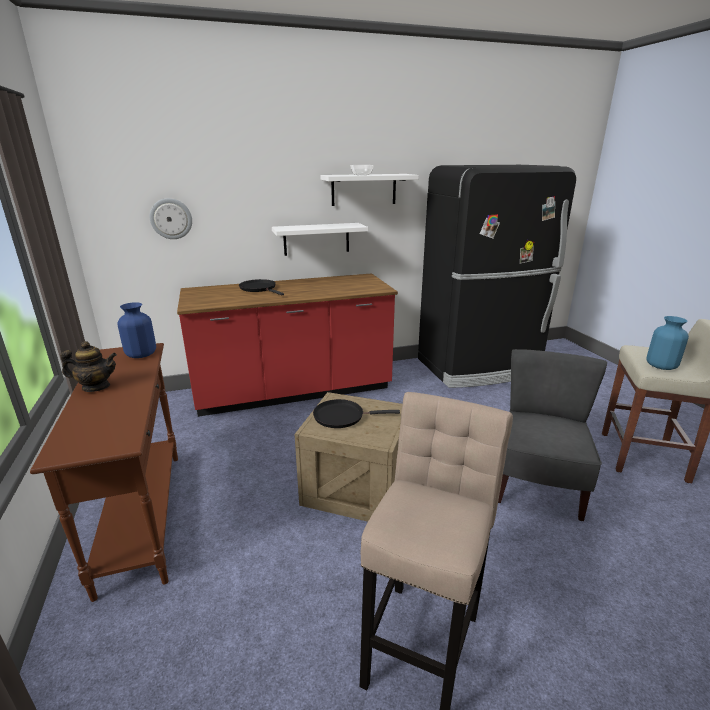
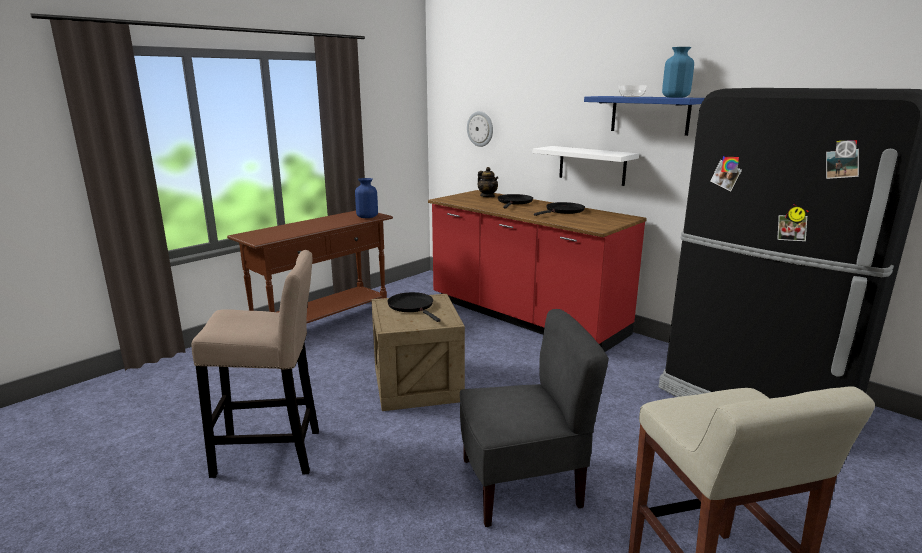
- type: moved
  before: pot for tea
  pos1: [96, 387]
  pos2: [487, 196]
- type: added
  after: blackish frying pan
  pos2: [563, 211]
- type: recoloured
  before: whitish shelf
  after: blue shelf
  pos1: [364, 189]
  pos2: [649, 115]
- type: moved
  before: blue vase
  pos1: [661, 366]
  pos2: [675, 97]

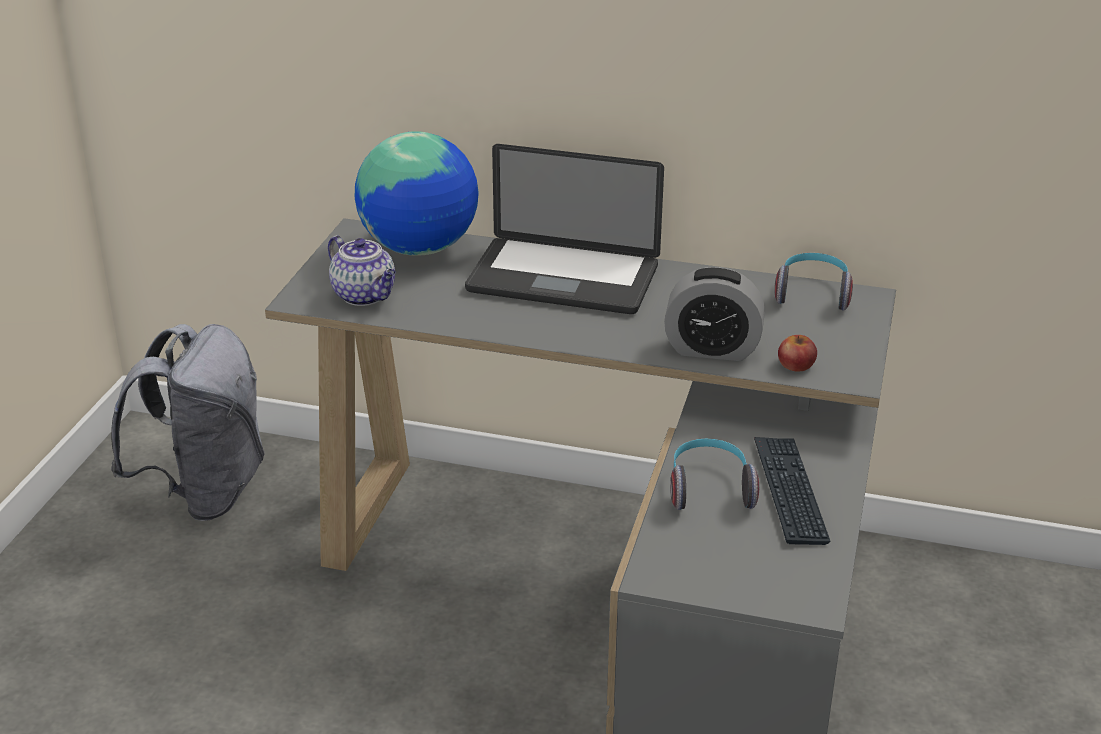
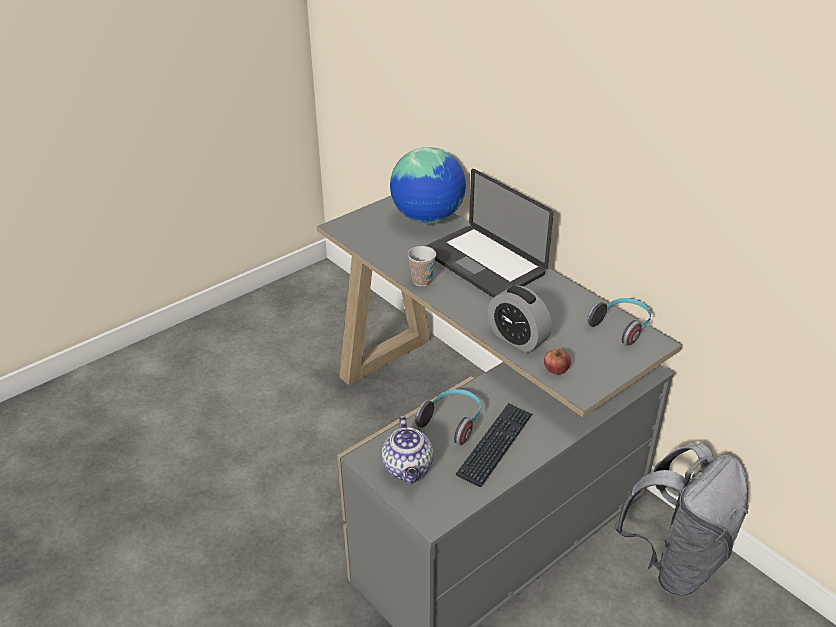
- type: moved
  before: pot for tea
  pos1: [365, 296]
  pos2: [408, 469]
- type: added
  after: cup
  pos2: [422, 281]
- type: moved
  before: grey rucksack
  pos1: [205, 492]
  pos2: [675, 561]

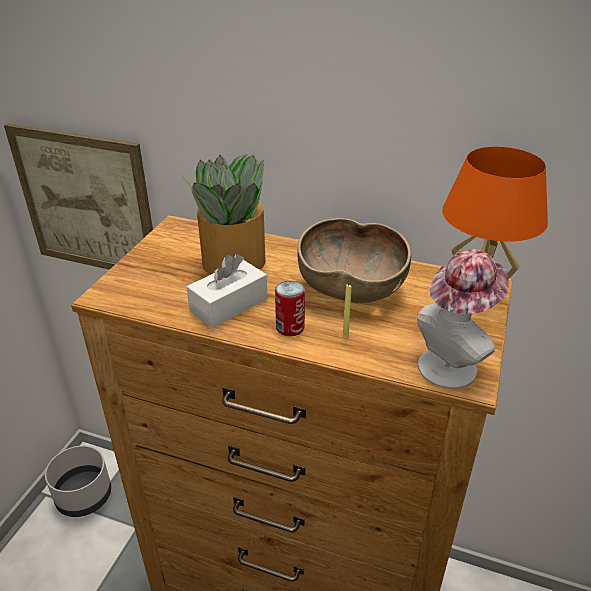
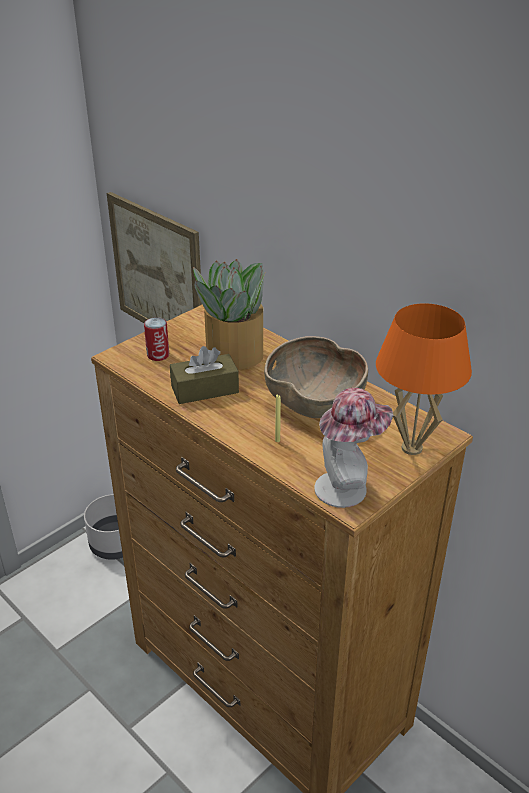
- type: moved
  before: can
  pos1: [290, 327]
  pos2: [158, 355]
- type: recoloured
  before: whitish box of tissues
  after: brownish box of tissues
  pos1: [229, 305]
  pos2: [205, 389]

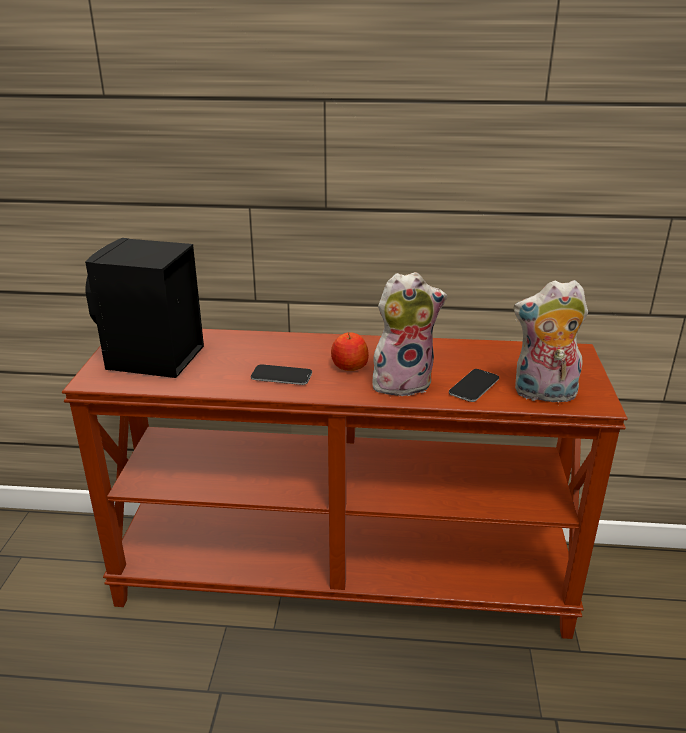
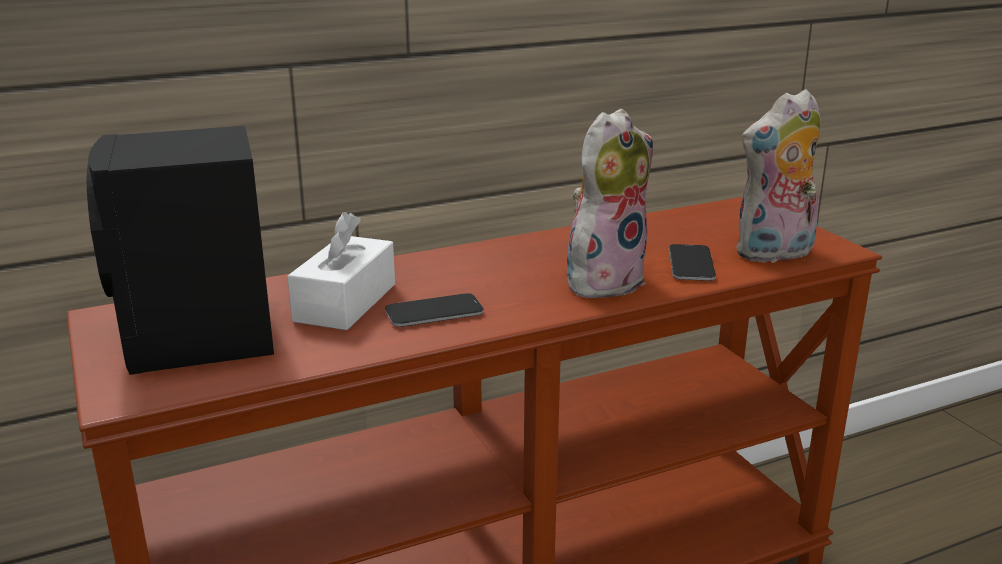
- type: added
  after: whitish box of tissues
  pos2: [345, 302]
- type: removed
  before: apple fruit
  pos1: [349, 366]

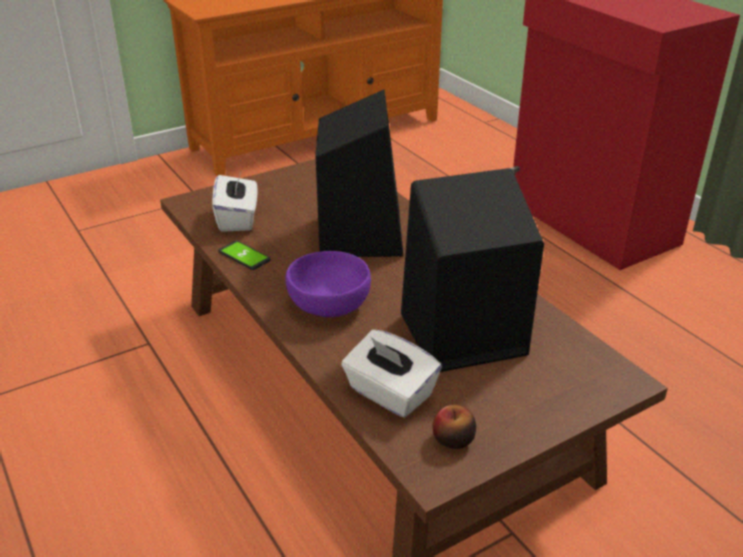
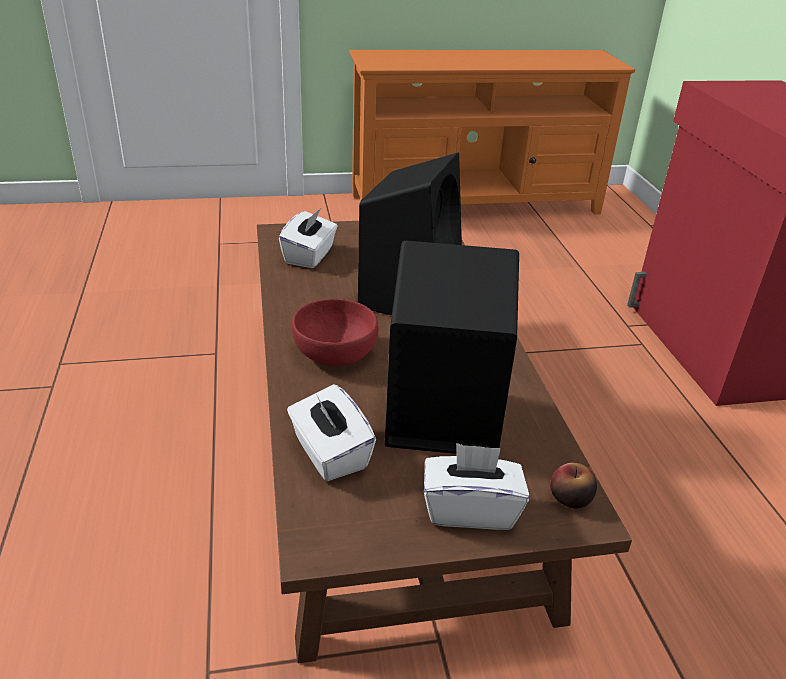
- type: recoloured
  before: purple deep dish
  after: reddish deep dish
  pos1: [329, 304]
  pos2: [335, 353]
- type: added
  after: whitish box of tissues
  pos2: [470, 509]
- type: moved
  before: apple fruit
  pos1: [453, 439]
  pos2: [570, 498]
- type: removed
  before: handset
  pos1: [244, 256]

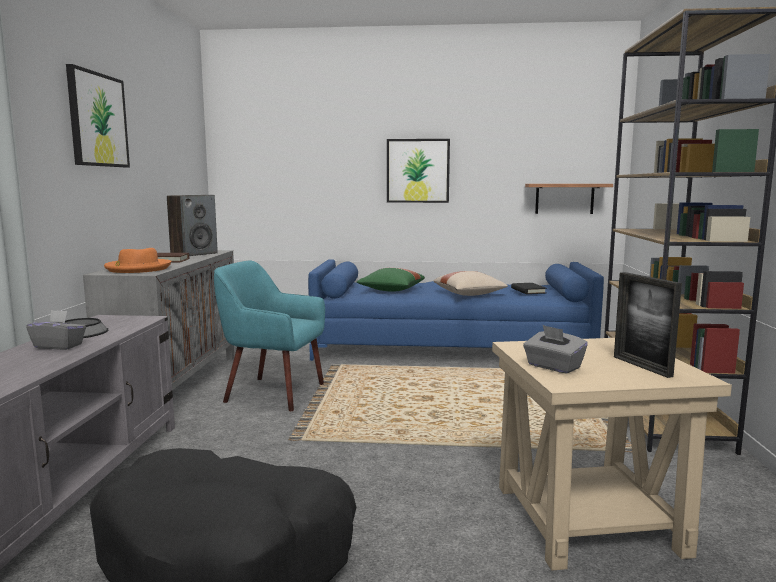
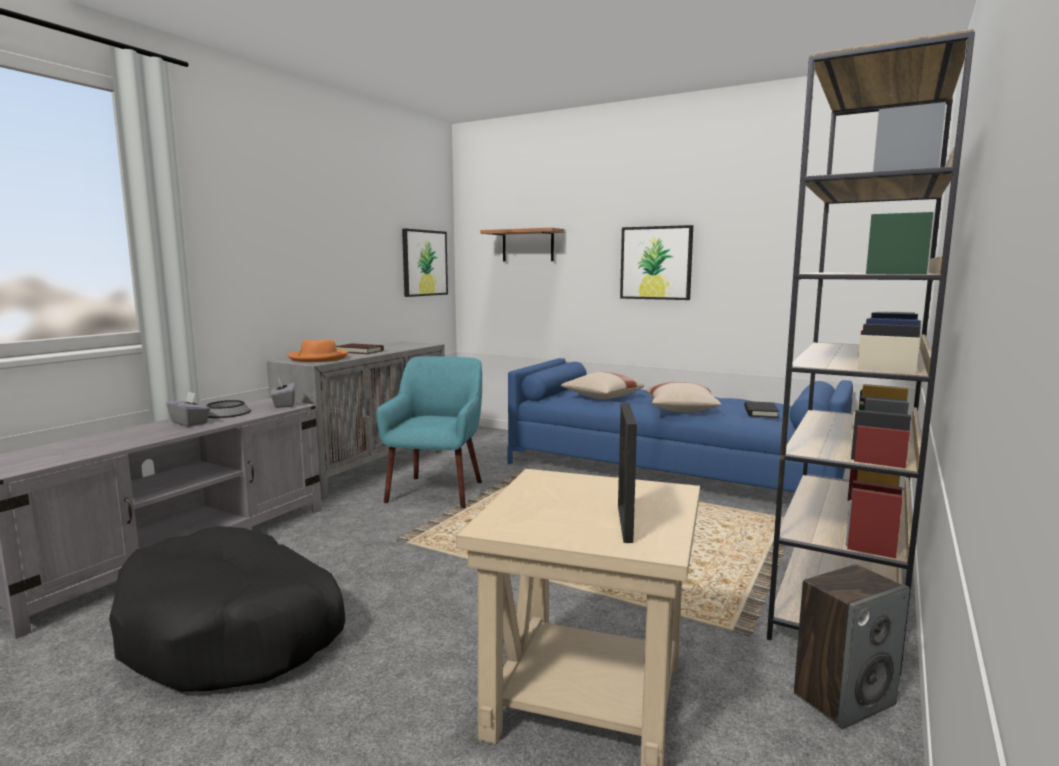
- type: moved
  before: grey box of tissues
  pos1: [553, 367]
  pos2: [283, 405]
- type: turned
  before: turquoise armchair
  pos1: [273, 393]
  pos2: [437, 491]
  turn: 60
- type: moved
  before: picture
  pos1: [97, 120]
  pos2: [424, 263]
- type: moved
  before: shelf
  pos1: [564, 198]
  pos2: [528, 245]
- type: recoloured
  before: greenish throw pillow
  after: sand-coloured throw pillow
  pos1: [391, 291]
  pos2: [601, 398]
- type: moved
  before: audio speaker
  pos1: [194, 254]
  pos2: [844, 698]

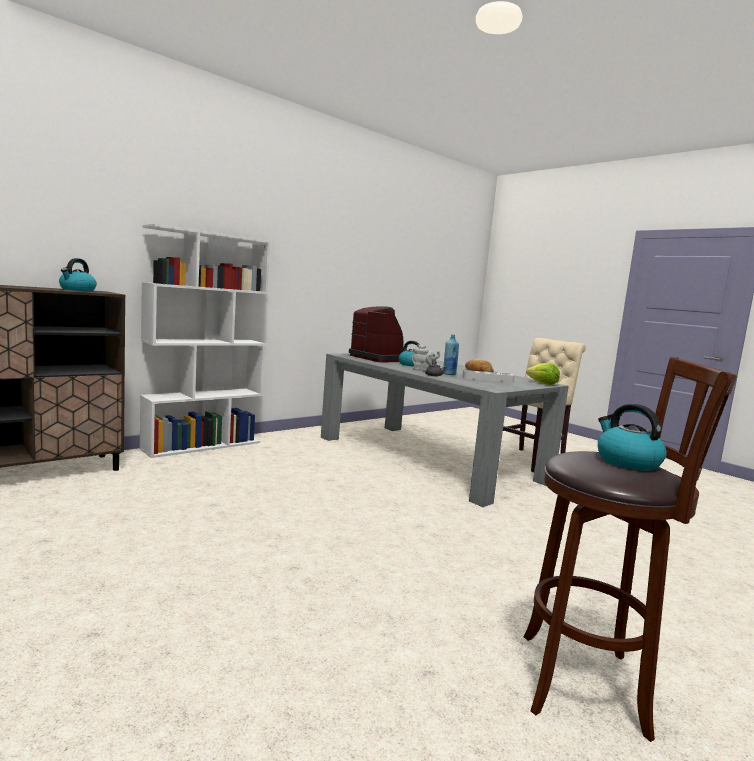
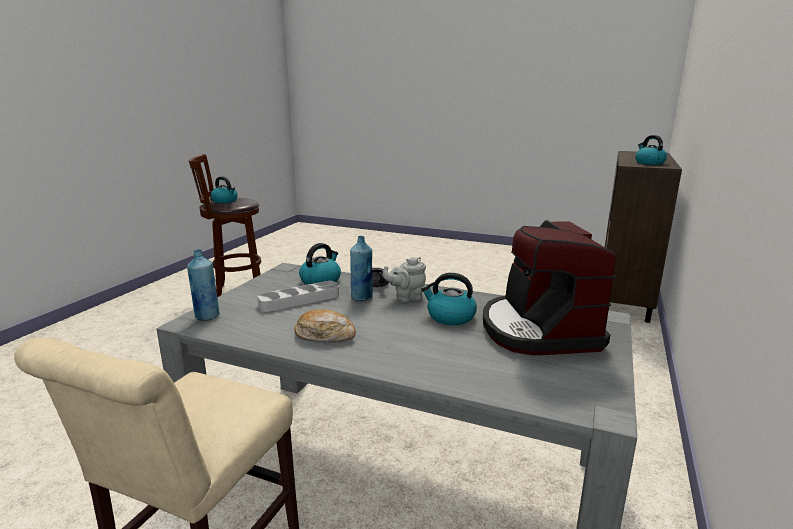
- type: replaced
  before: lettuce head
  after: blue beverage bottle
  pos1: [542, 383]
  pos2: [207, 316]
- type: added
  after: tea kettle
  pos2: [321, 281]
- type: turned
  before: coffee machine
  pos1: [379, 358]
  pos2: [539, 330]
  turn: 60
- type: removed
  before: whitish bookshelf
  pos1: [203, 445]

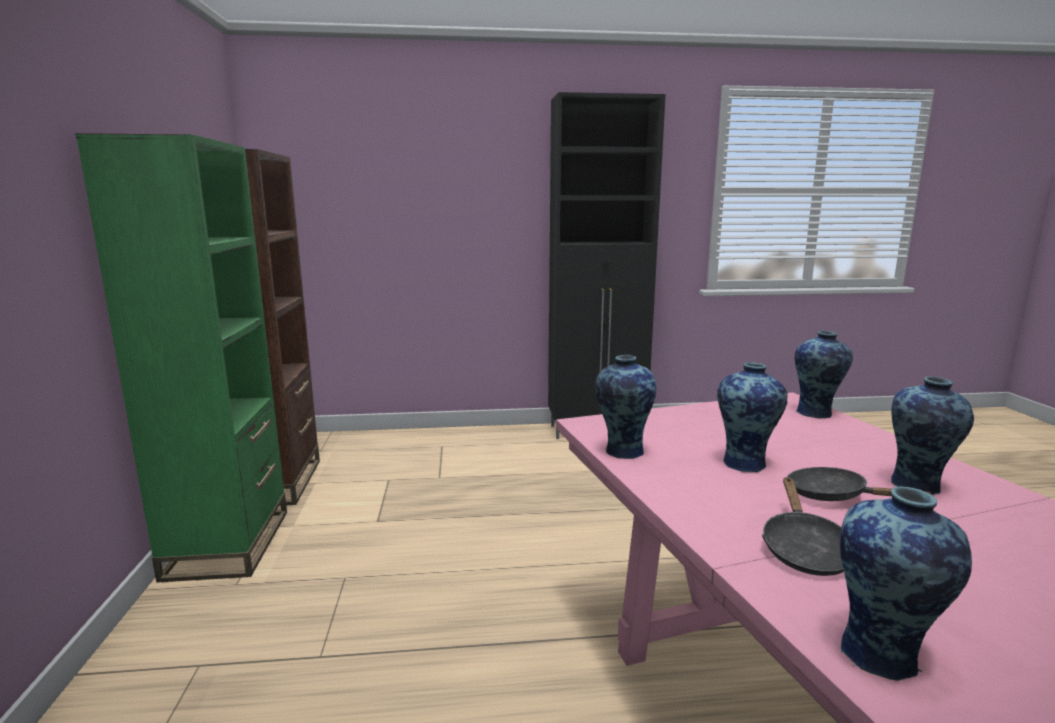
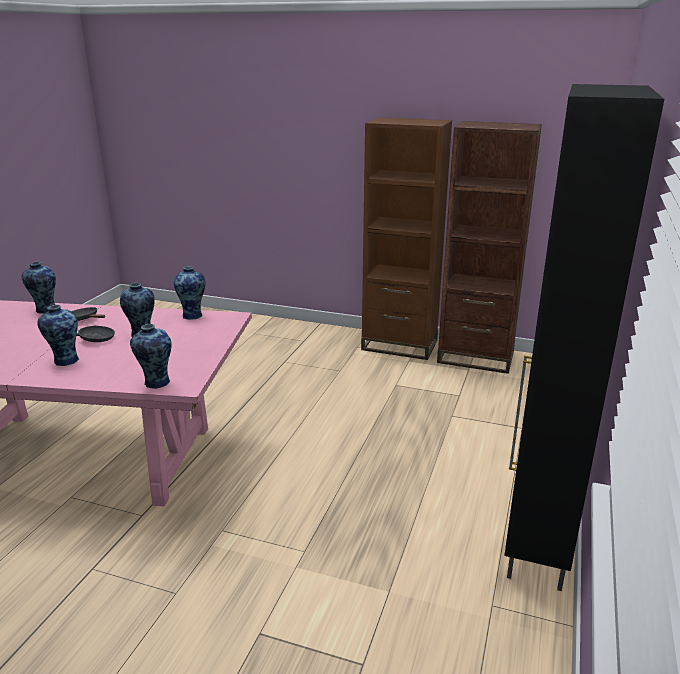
- type: recoloured
  before: greenish bookshelf
  after: brownish bookshelf
  pos1: [229, 544]
  pos2: [399, 345]

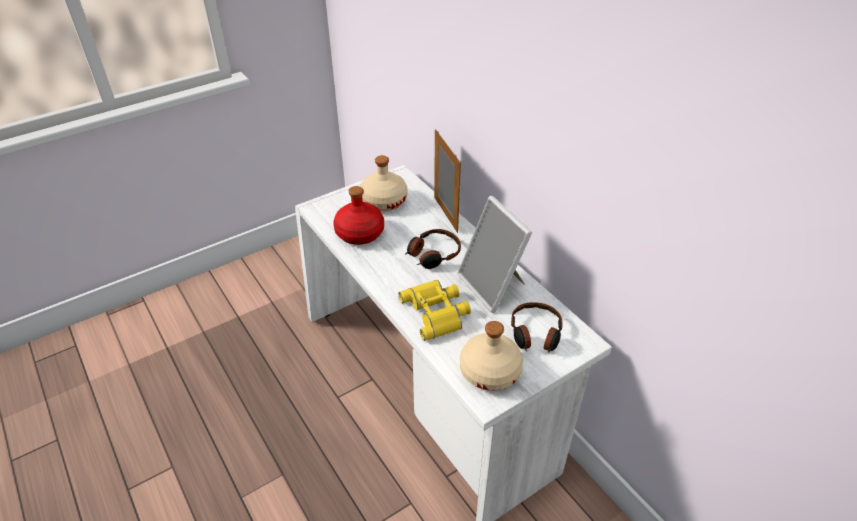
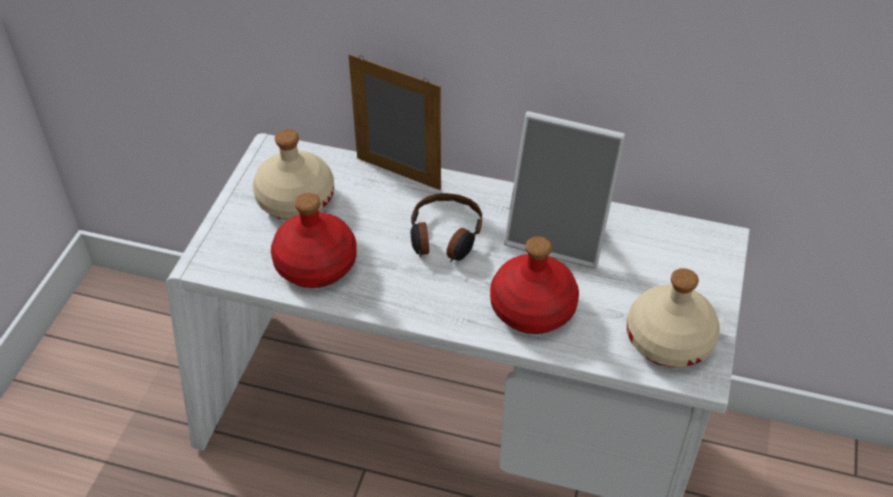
- type: replaced
  before: yellowish field glasses
  after: reddish beverage bottle
  pos1: [437, 312]
  pos2: [533, 308]
- type: removed
  before: headphones
  pos1: [535, 334]

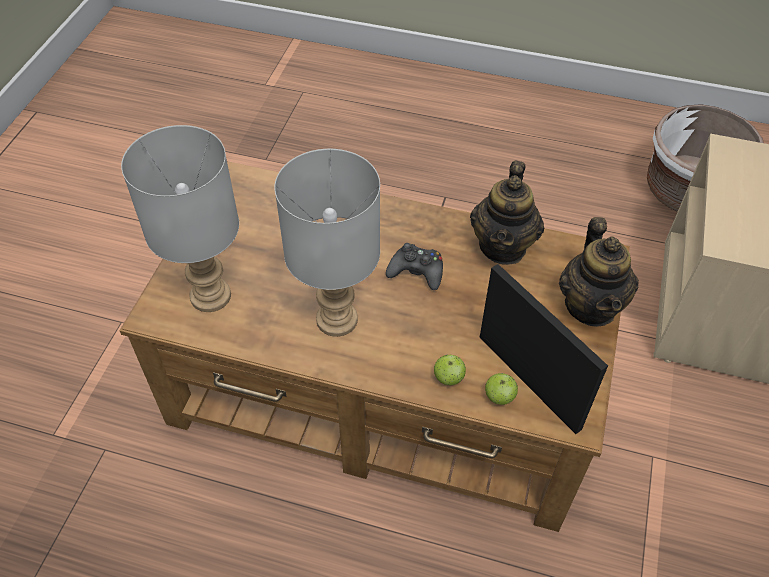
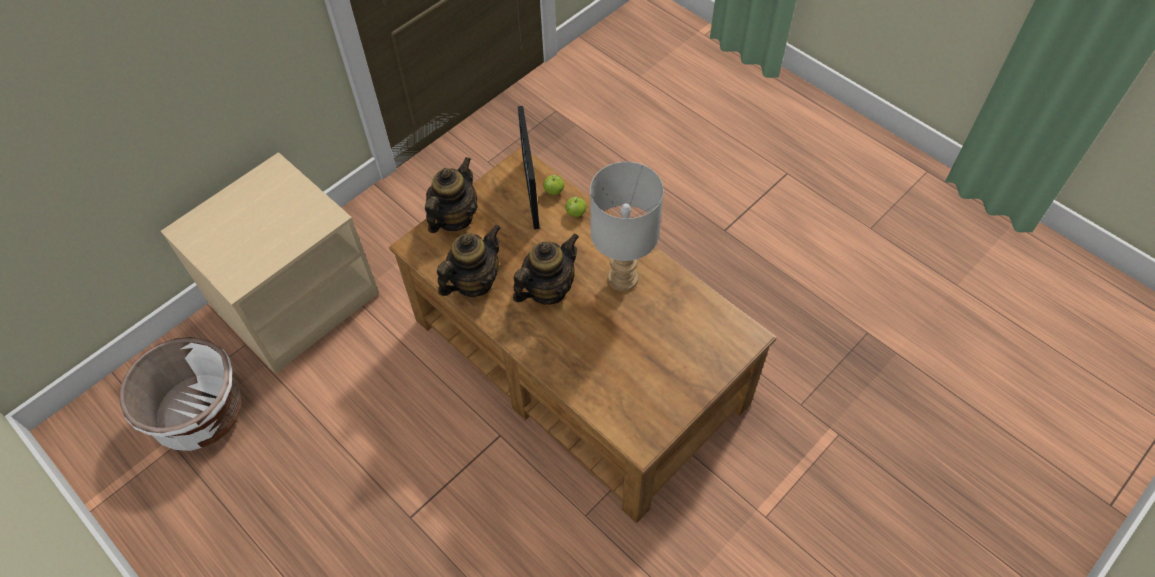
- type: replaced
  before: blackish game controller
  after: pot for tea
  pos1: [416, 271]
  pos2: [547, 289]
- type: removed
  before: grey table lamp
  pos1: [210, 294]

